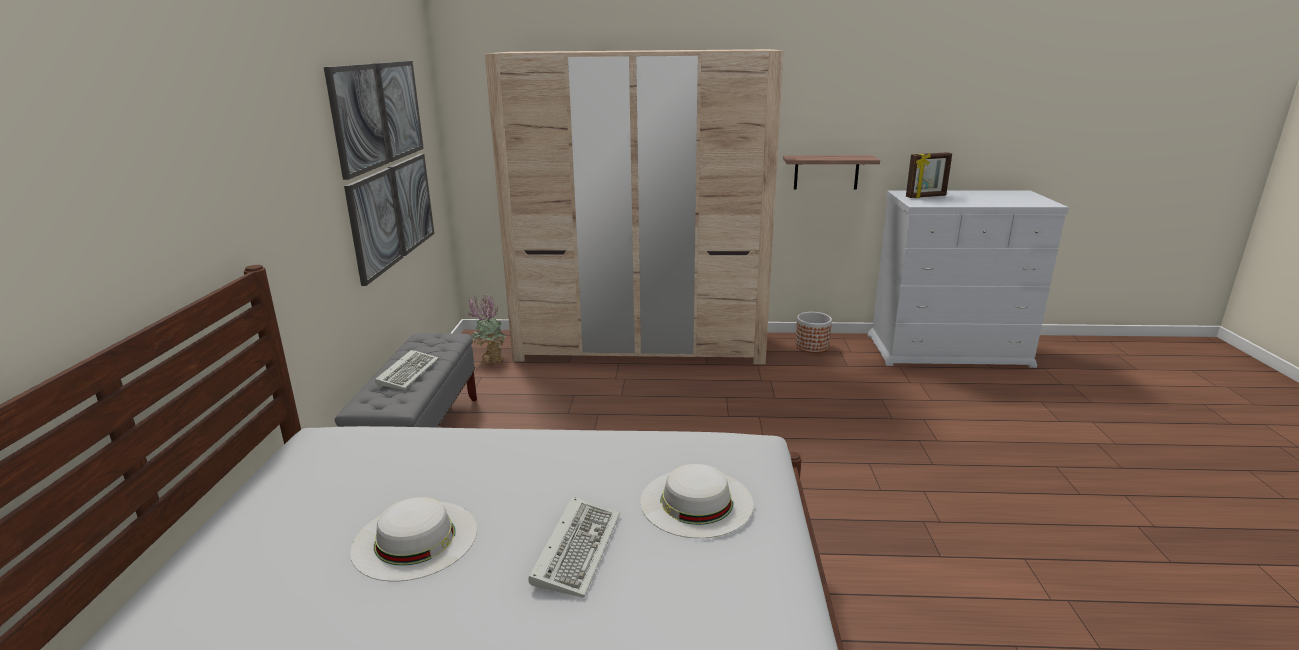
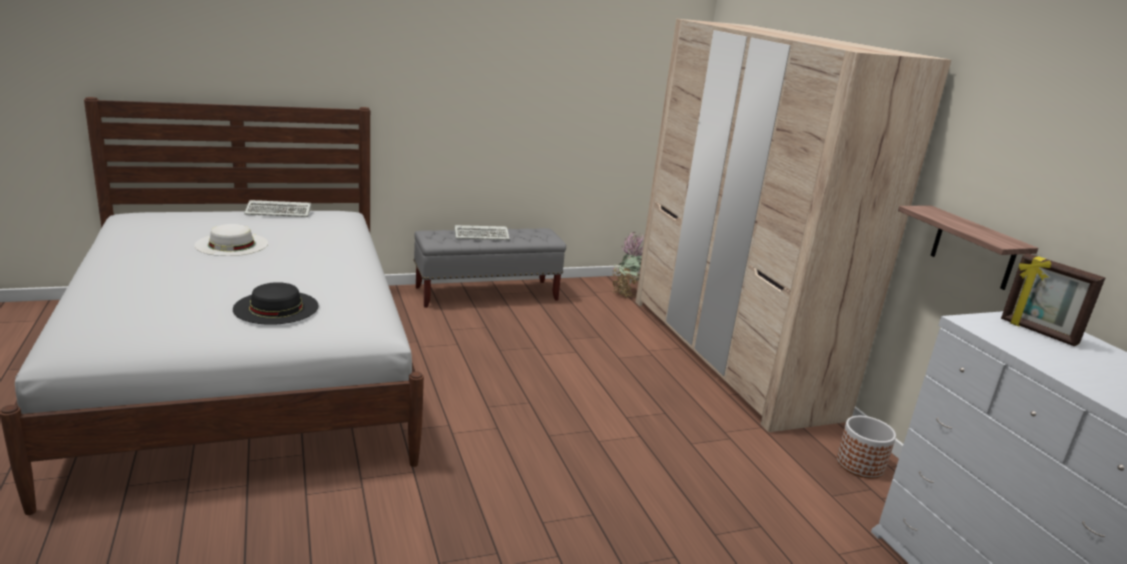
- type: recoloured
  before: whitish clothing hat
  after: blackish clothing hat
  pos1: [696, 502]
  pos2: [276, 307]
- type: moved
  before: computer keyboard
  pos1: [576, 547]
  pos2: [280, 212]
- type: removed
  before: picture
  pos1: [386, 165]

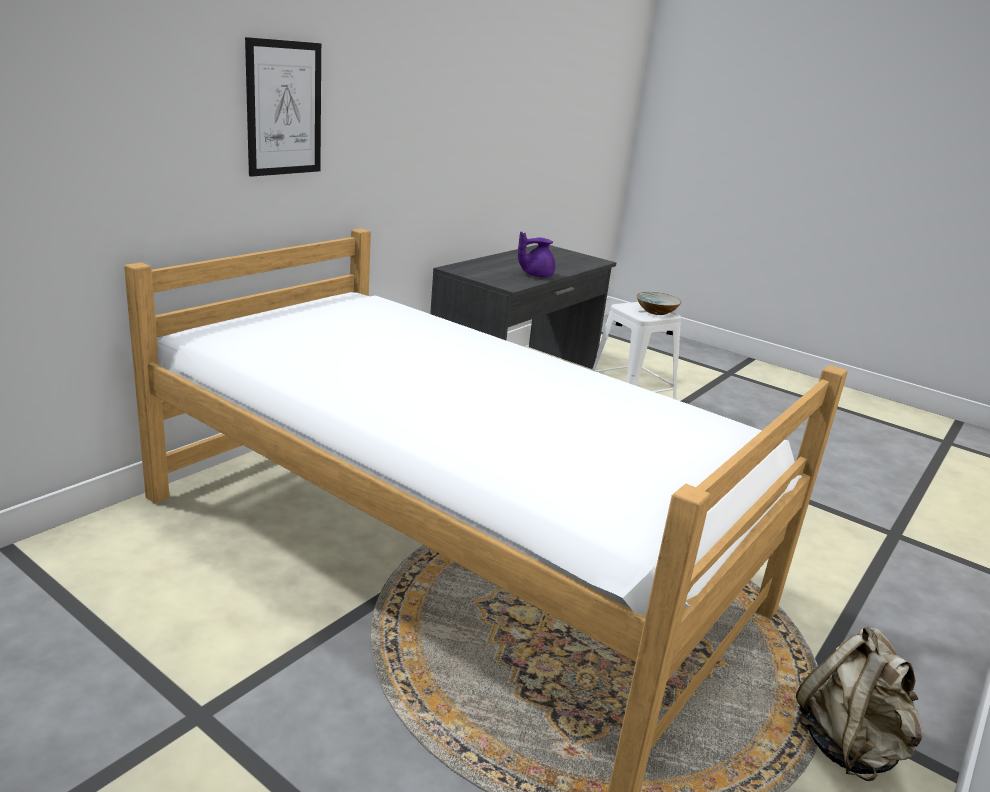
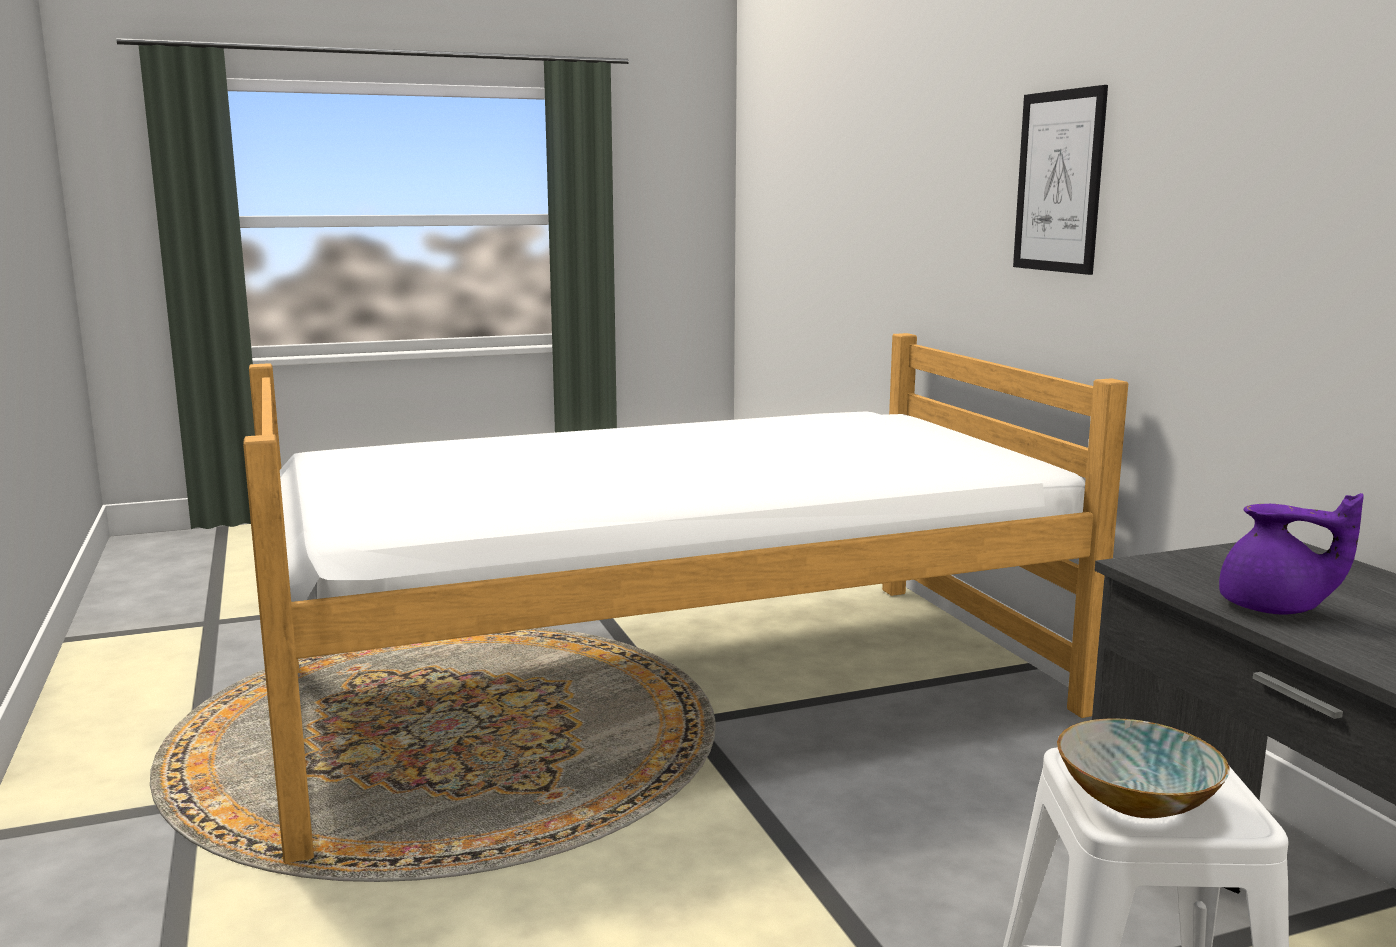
- type: turned
  before: purple pot for tea
  pos1: [535, 275]
  pos2: [1274, 609]
  turn: 105
- type: removed
  before: sand-coloured rucksack
  pos1: [849, 745]

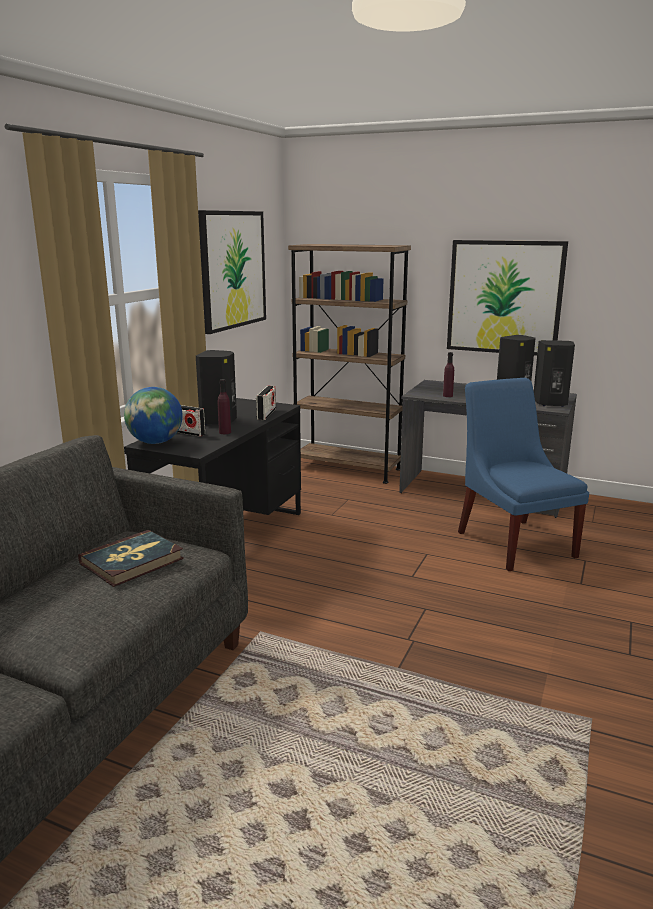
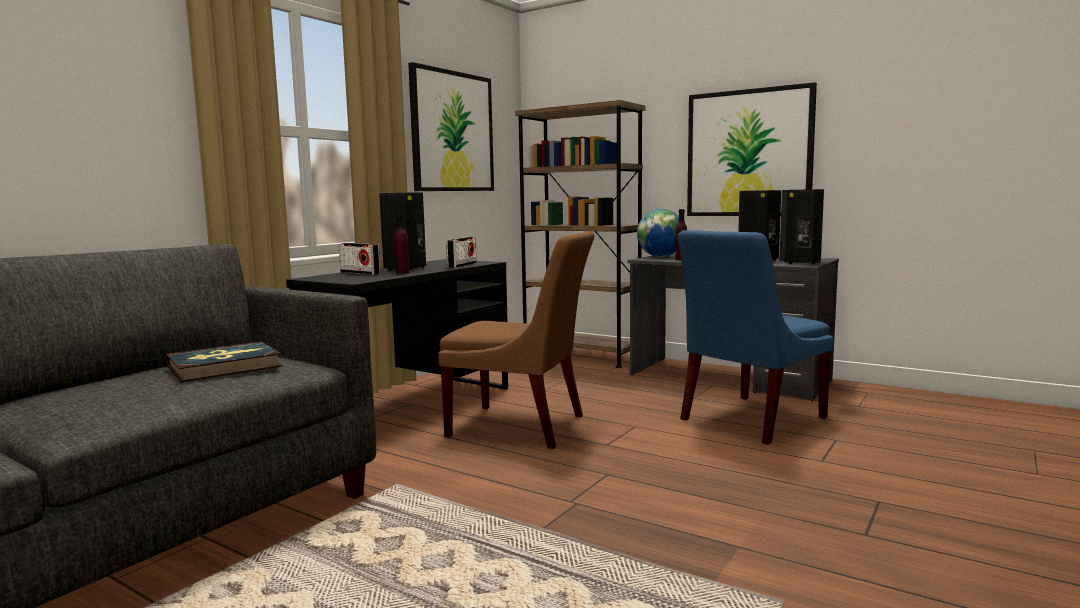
- type: added
  after: brownish plain chair
  pos2: [522, 427]
- type: moved
  before: desk globe
  pos1: [155, 442]
  pos2: [660, 256]
- type: turned
  before: blue plain chair
  pos1: [513, 541]
  pos2: [748, 419]
  turn: -120

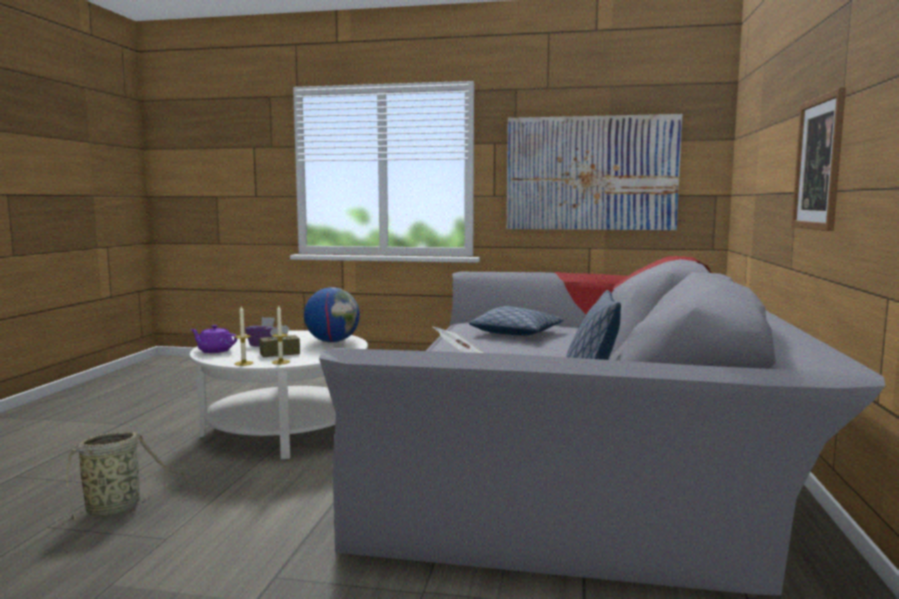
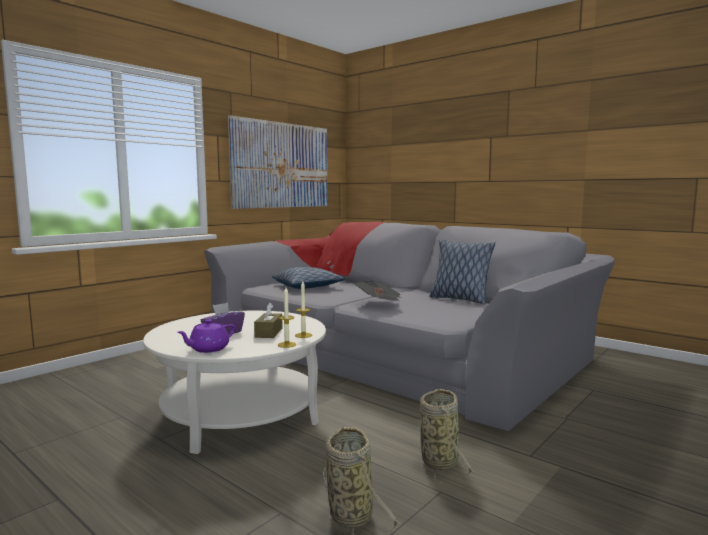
- type: added
  after: household basket
  pos2: [439, 460]
- type: removed
  before: desk globe
  pos1: [332, 341]
- type: removed
  before: picture
  pos1: [818, 163]

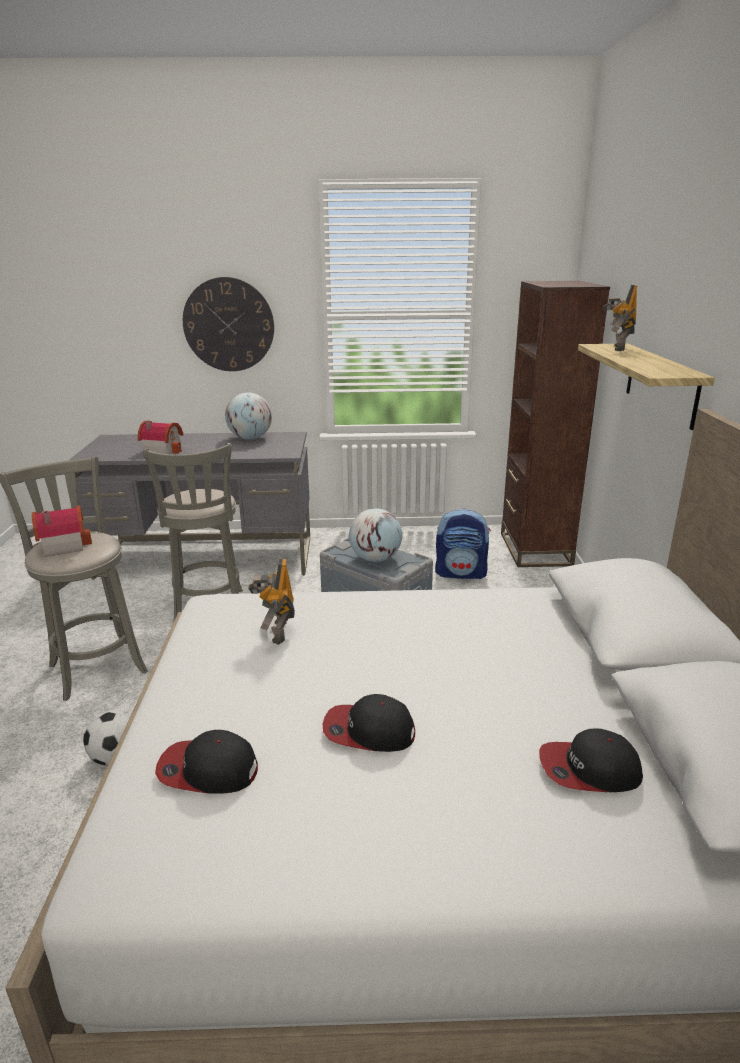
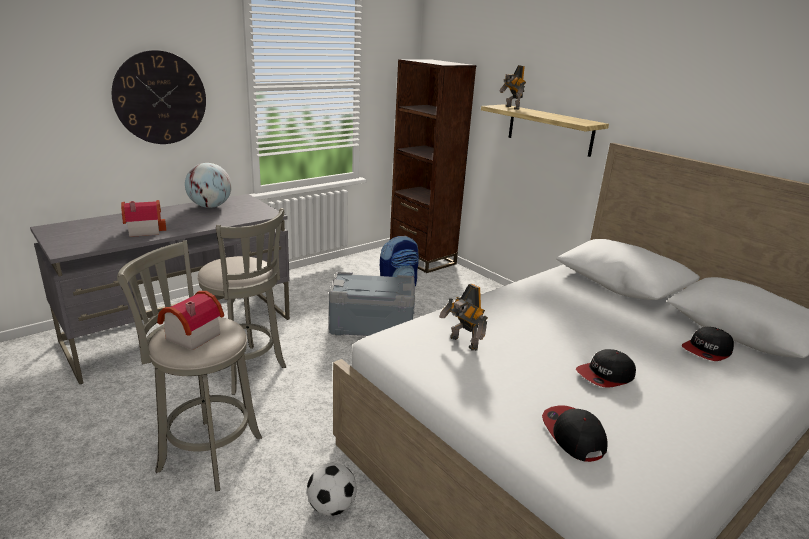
- type: turned
  before: cap
  pos1: [207, 770]
  pos2: [573, 434]
  turn: 105
- type: removed
  before: desk globe
  pos1: [375, 559]

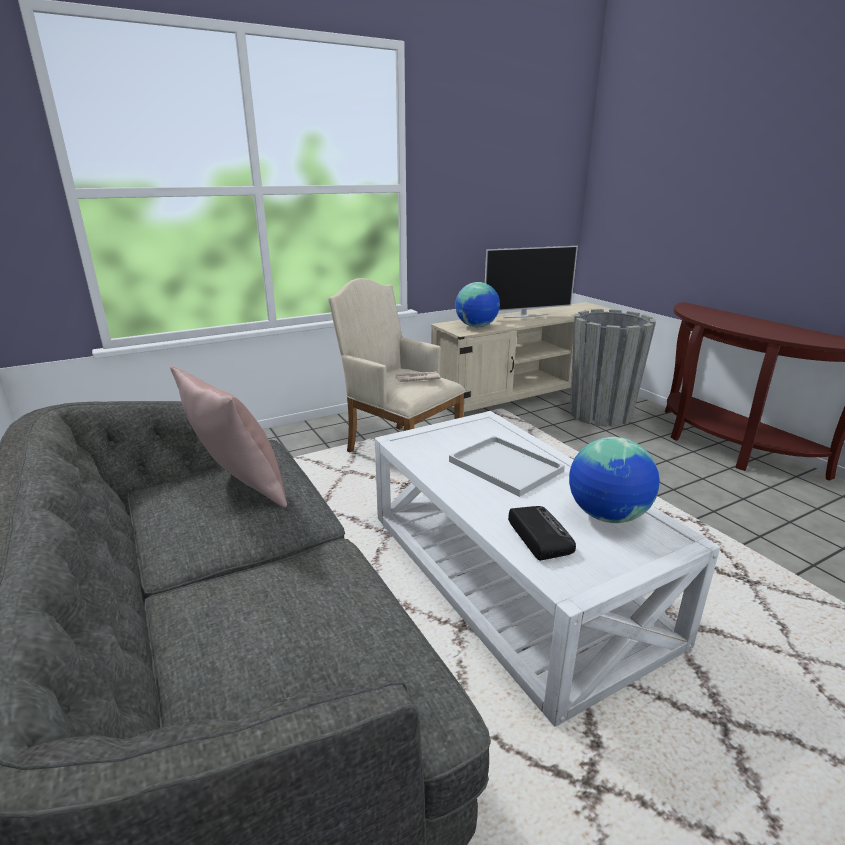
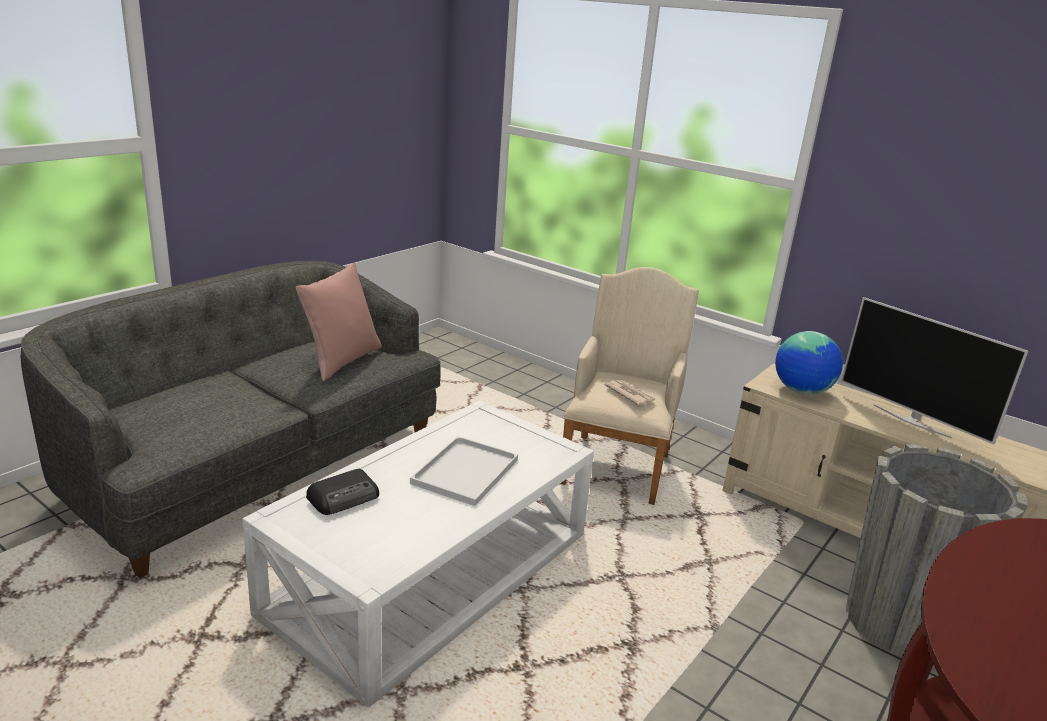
- type: removed
  before: desk globe
  pos1: [607, 516]

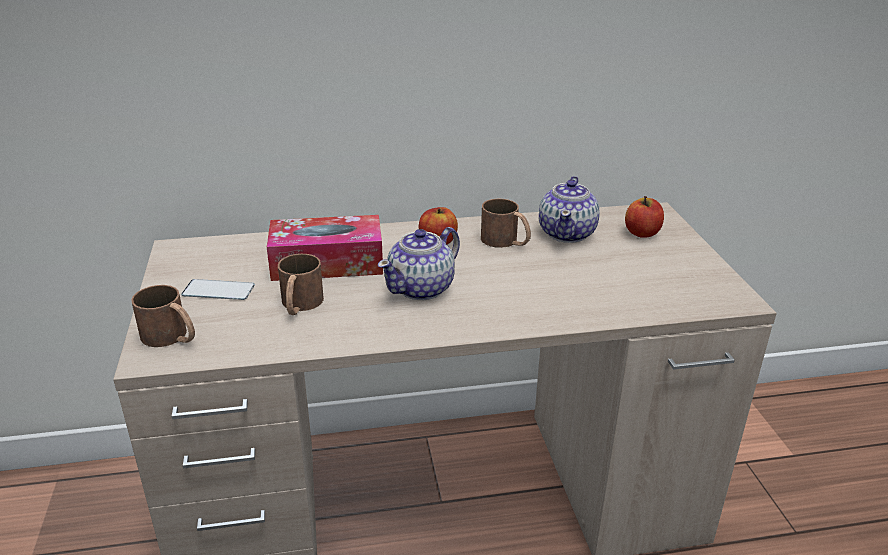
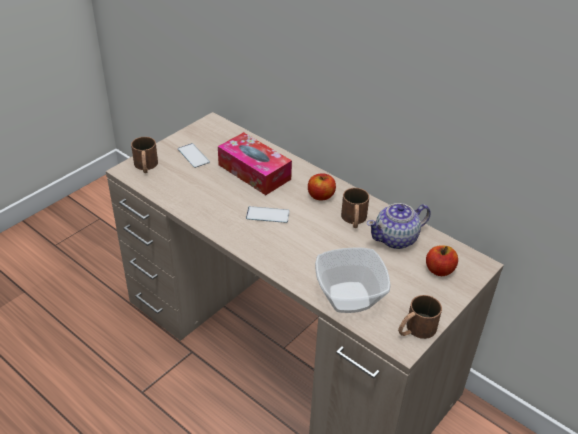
- type: replaced
  before: pot for tea
  after: handset
  pos1: [422, 288]
  pos2: [267, 215]
- type: added
  after: deep dish
  pos2: [348, 298]
- type: moved
  before: brownish tea mug
  pos1: [299, 305]
  pos2: [415, 330]

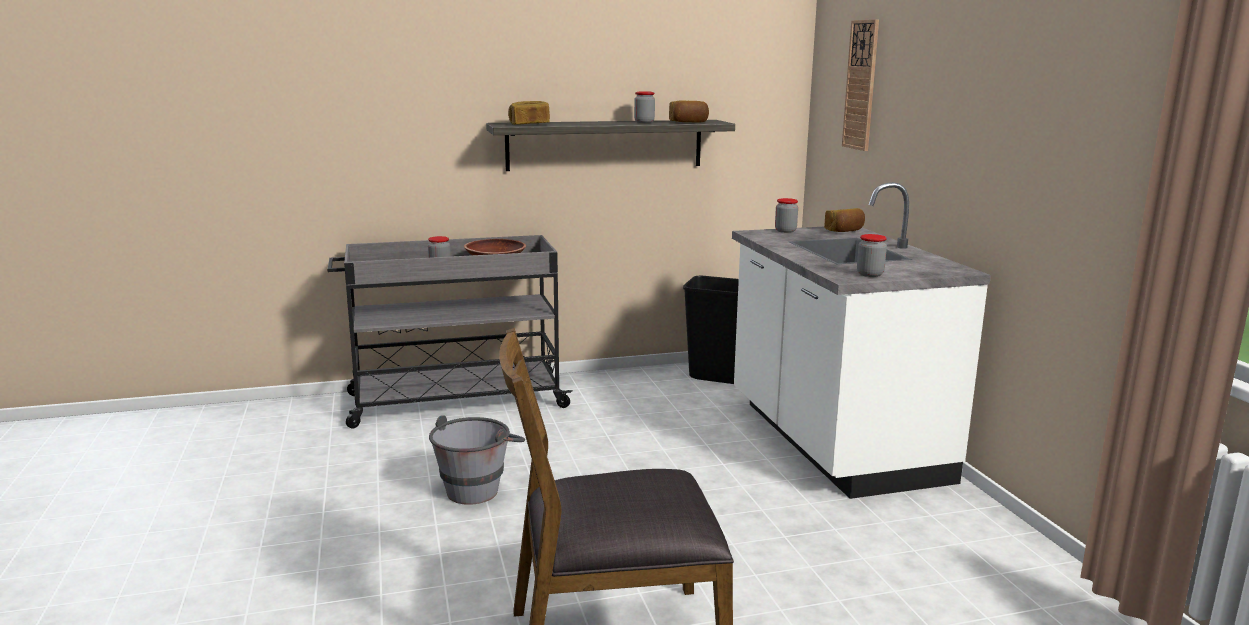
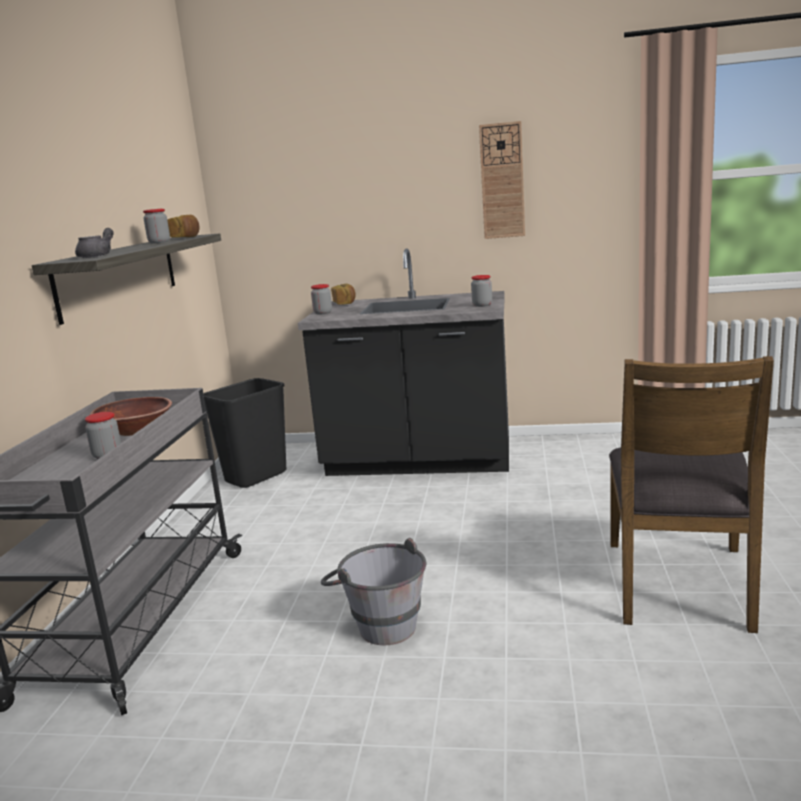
- type: replaced
  before: baked bread
  after: grey pot for tea
  pos1: [529, 124]
  pos2: [98, 255]
- type: recoloured
  before: whitish counter
  after: blackish counter
  pos1: [832, 441]
  pos2: [419, 460]
- type: moved
  before: wall clock
  pos1: [861, 85]
  pos2: [502, 181]

